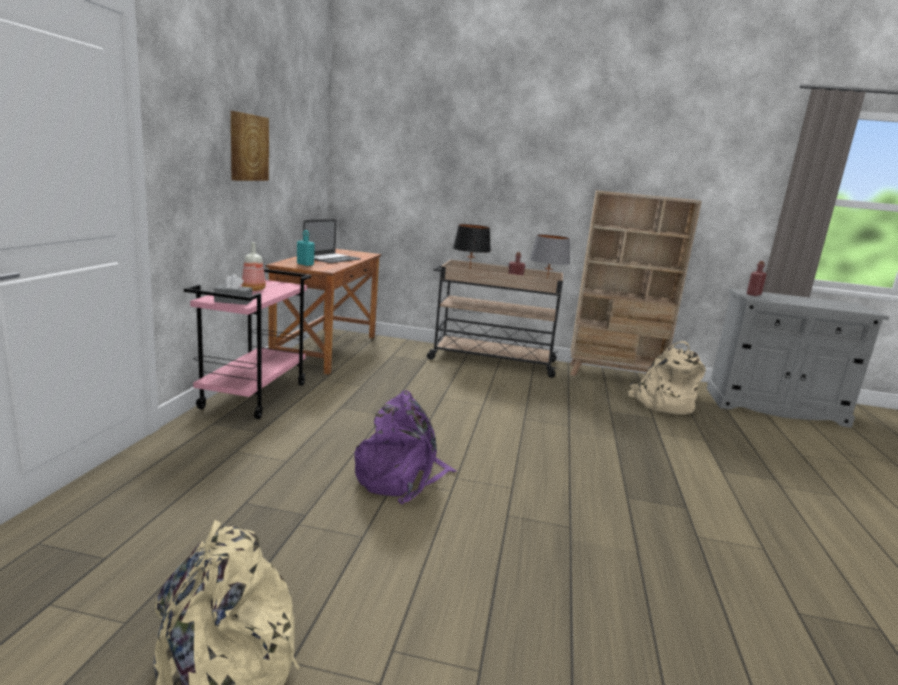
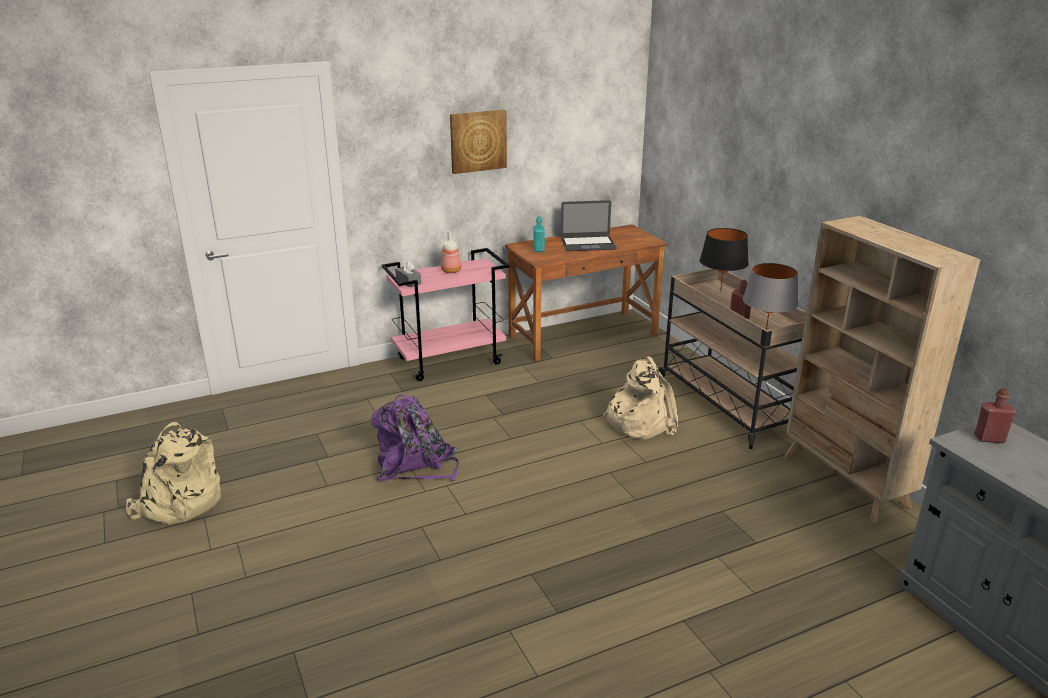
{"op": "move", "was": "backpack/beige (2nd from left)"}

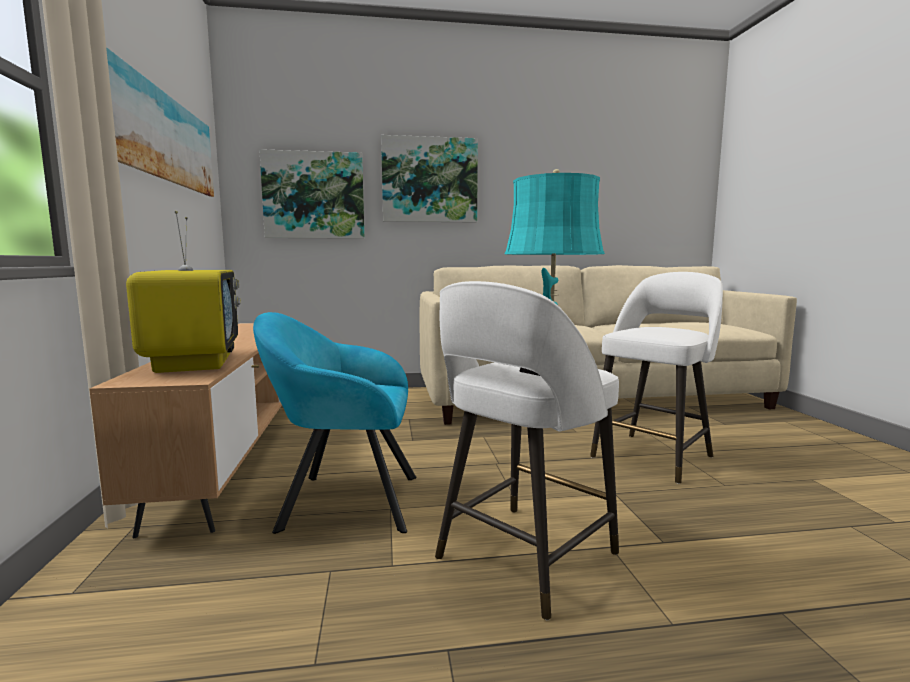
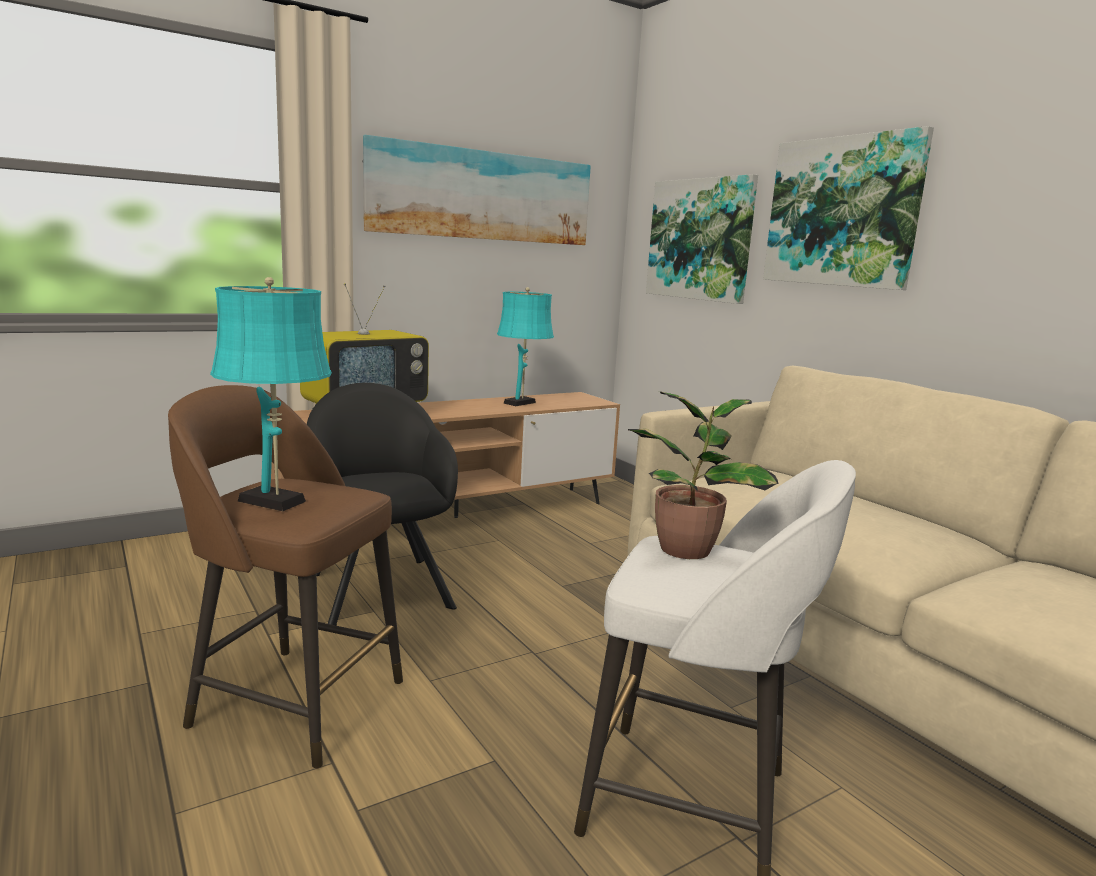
{"op": "insert", "now": "table lamp/turquoise (2nd from left)"}
{"op": "insert", "now": "potted plant"}
{"op": "recolor", "was": "armchair/turquoise", "now": "armchair/black"}
{"op": "recolor", "was": "stool/white (1st from left)", "now": "stool/brown"}

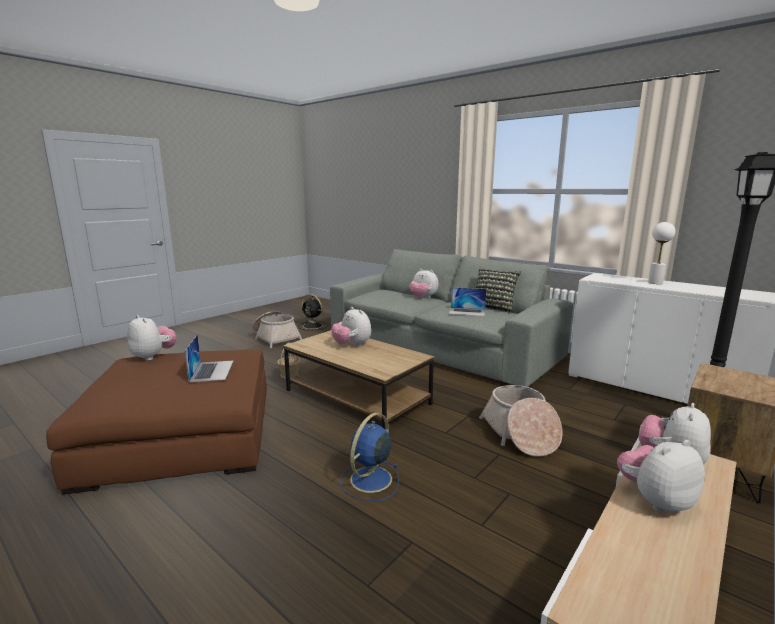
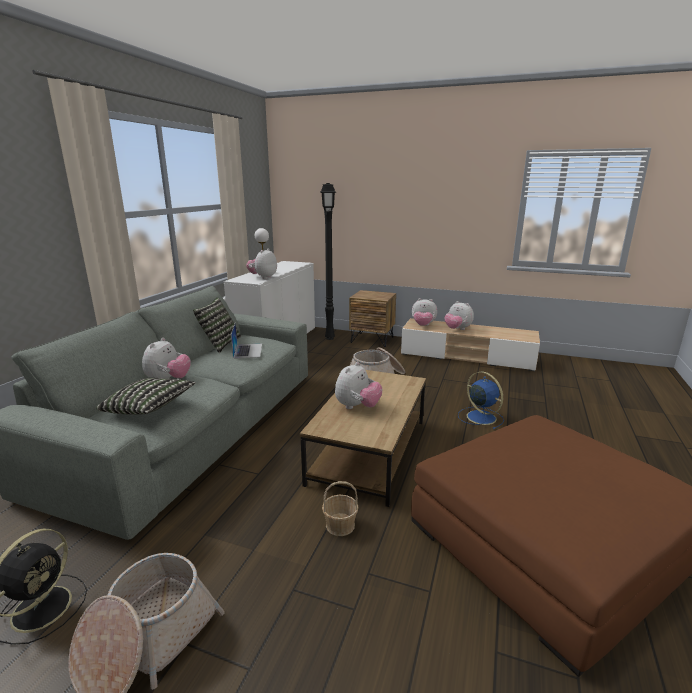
{"op": "delete", "was": "laptop (1st from left)"}
{"op": "insert", "now": "pillow (1st from left)"}
{"op": "move", "was": "plush toy (1st from left in the first image)", "now": "plush toy (2nd from left)"}
{"op": "rotate", "was": "fan/blue", "clockwise": -135}

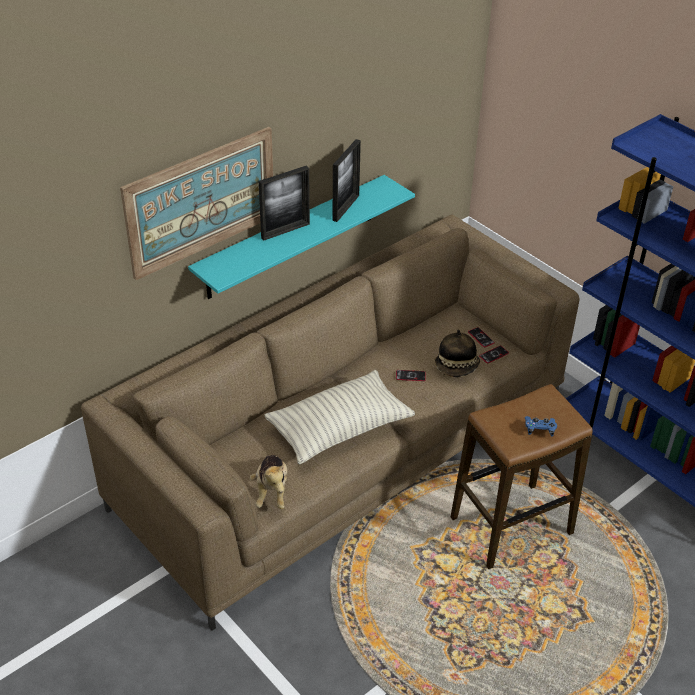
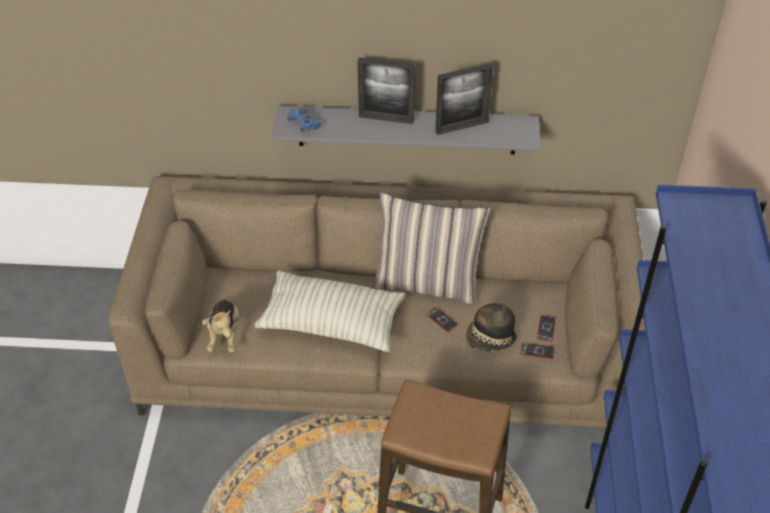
{"op": "delete", "was": "picture"}
{"op": "insert", "now": "pillow (2nd from left)"}
{"op": "move", "was": "game controller/blue"}
{"op": "recolor", "was": "shelf/turquoise", "now": "shelf/grey"}
{"op": "rotate", "was": "plush toy", "clockwise": -45}

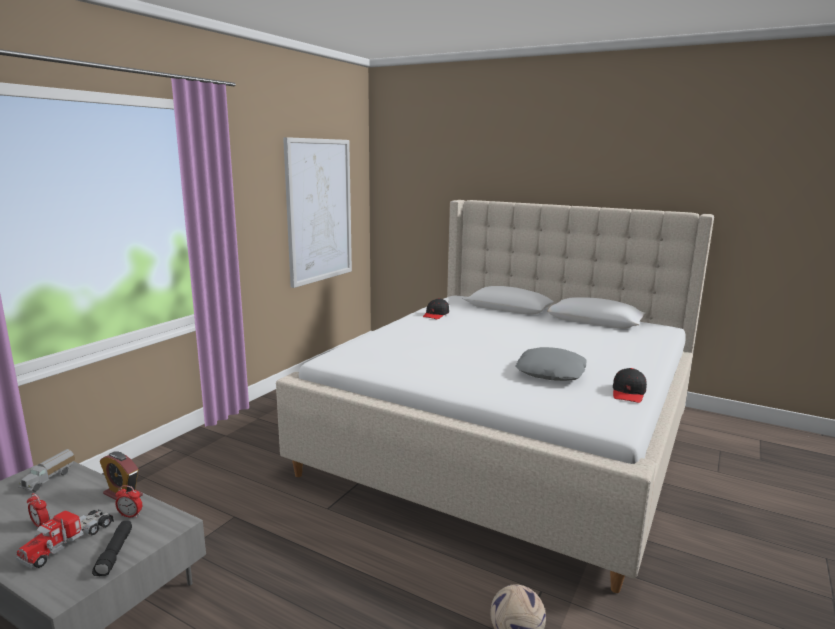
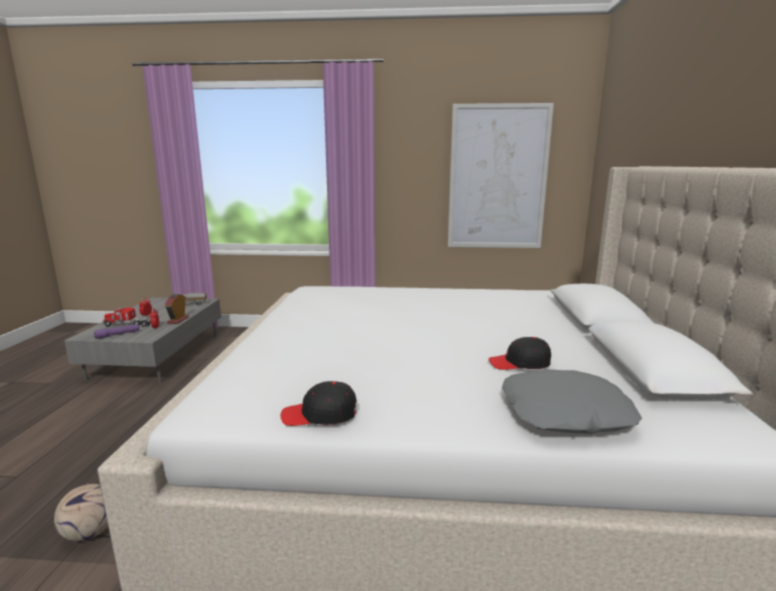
{"op": "move", "was": "cap/black (1st from left in the first image)", "now": "cap/black (2nd from left)"}
{"op": "move", "was": "pillow/grey"}
{"op": "recolor", "was": "flashlight/black", "now": "flashlight/purple"}

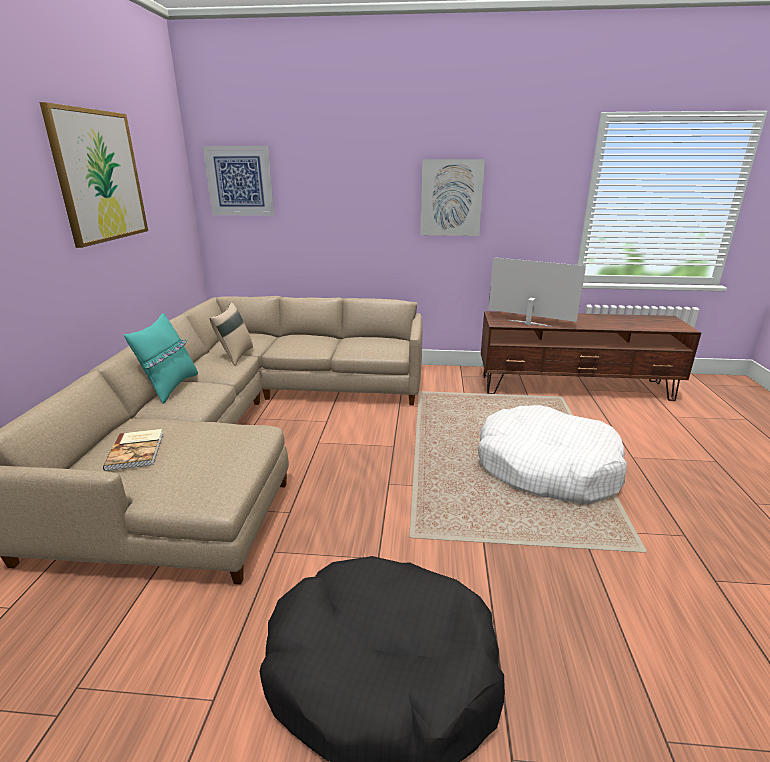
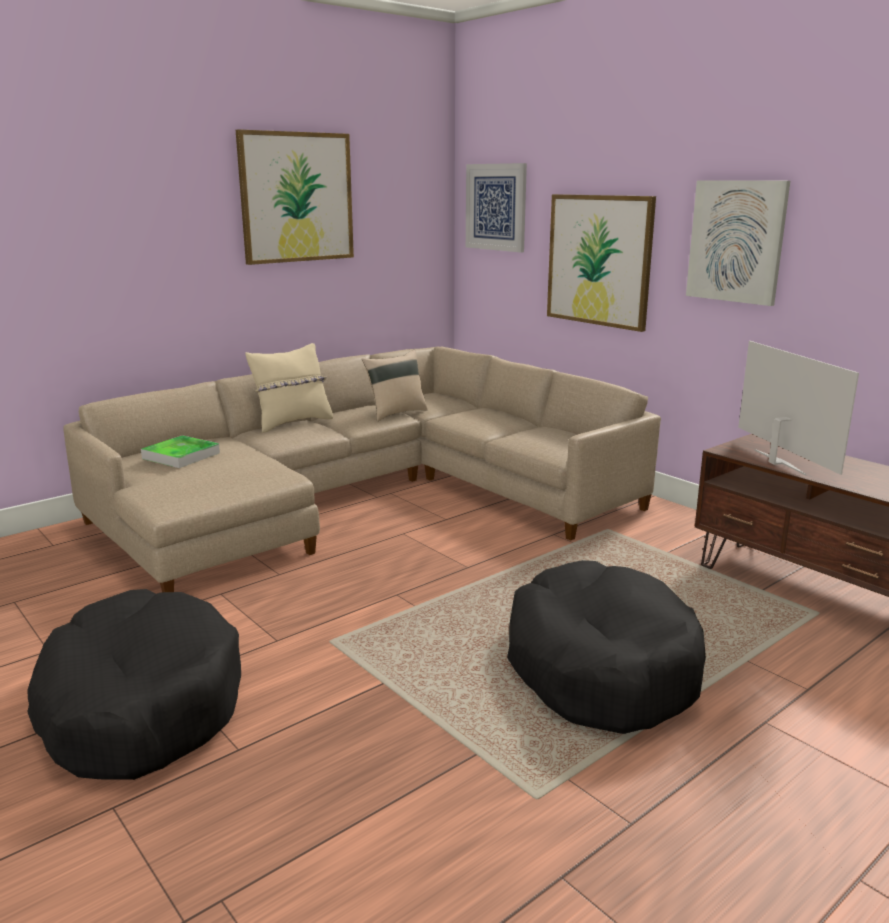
{"op": "insert", "now": "picture (3rd from left)"}
{"op": "replace", "was": "book", "now": "tray"}
{"op": "recolor", "was": "pillow/turquoise", "now": "pillow/beige (1st from left)"}
{"op": "recolor", "was": "dog bed/white", "now": "dog bed/black (2nd from left)"}

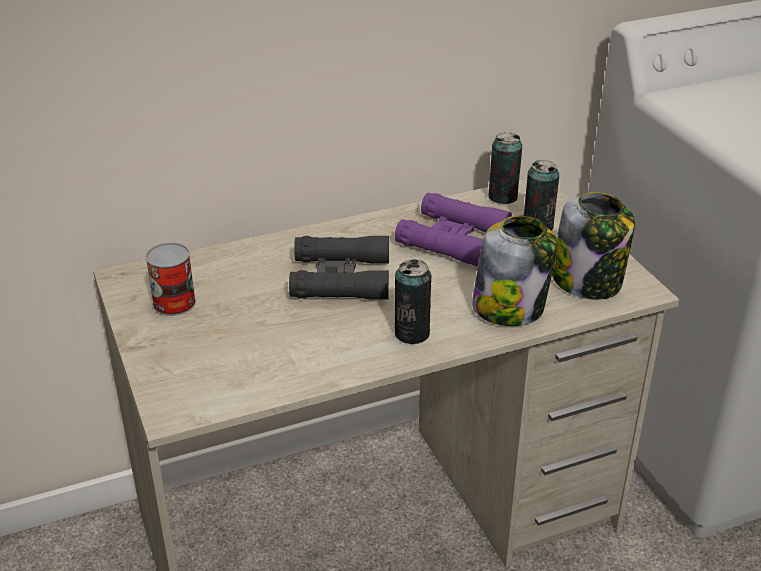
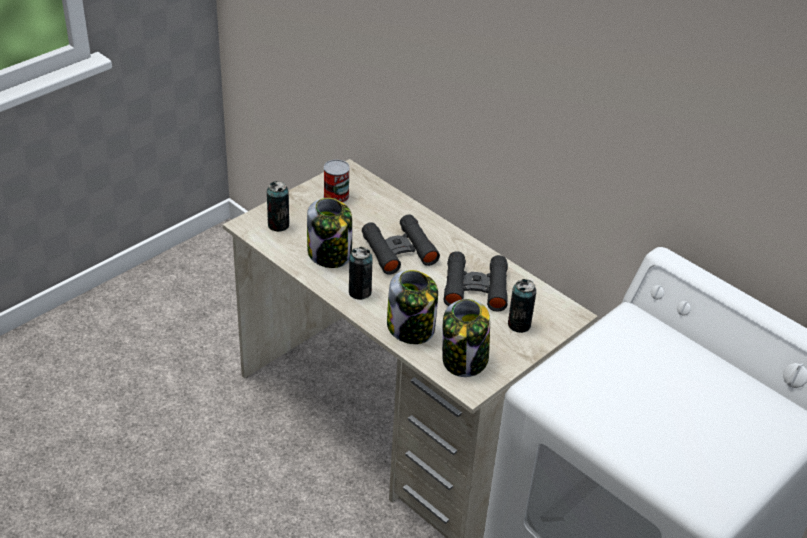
{"op": "insert", "now": "jar (1st from left)"}
{"op": "move", "was": "can (3rd from left in the first image)", "now": "can (1st from left)"}
{"op": "recolor", "was": "binoculars/purple", "now": "binoculars/black (2nd from left)"}

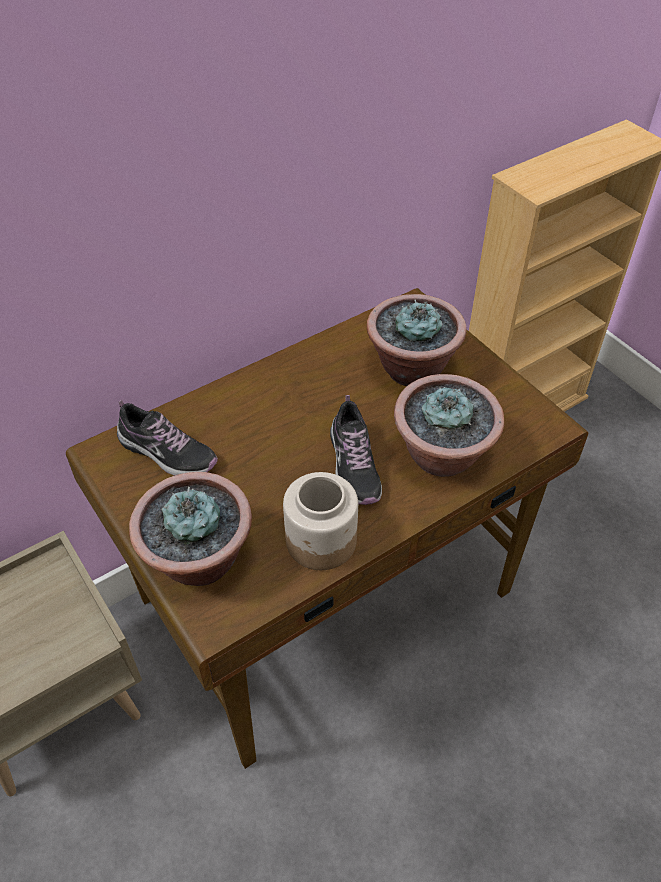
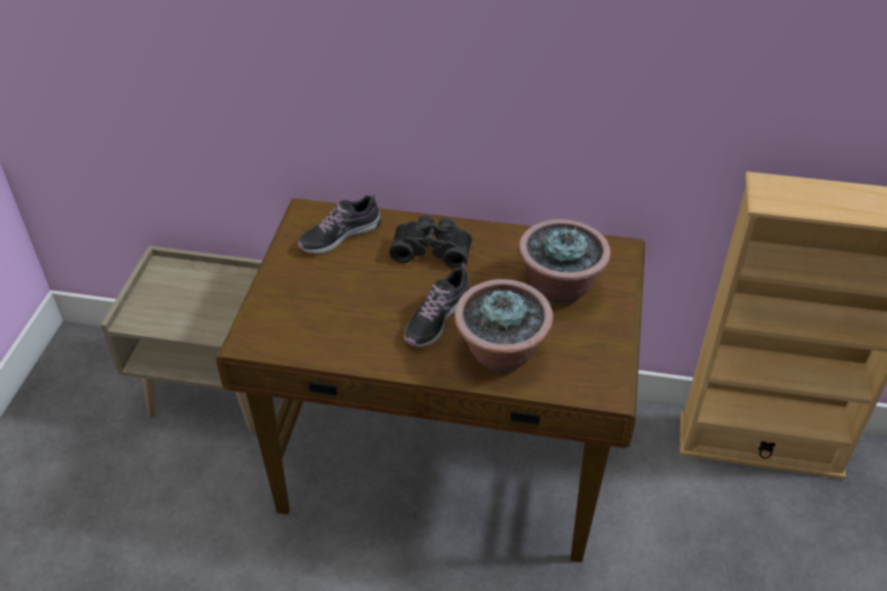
{"op": "delete", "was": "potted plant (1st from left)"}
{"op": "delete", "was": "jar"}
{"op": "insert", "now": "binoculars/black"}
{"op": "rotate", "was": "shoe (1st from left)", "clockwise": 75}

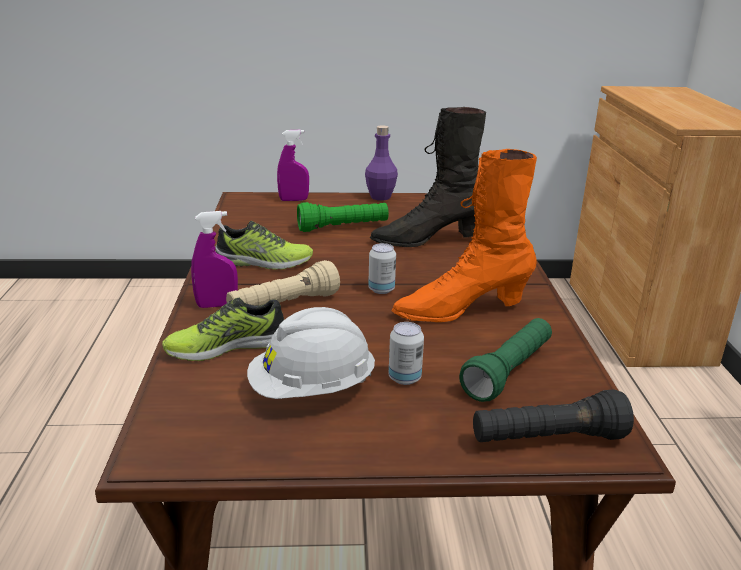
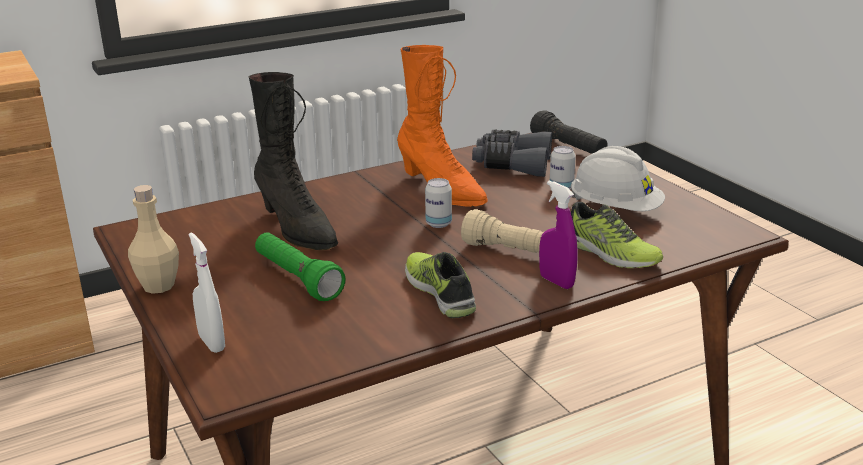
{"op": "replace", "was": "flashlight/green (2nd from left)", "now": "binoculars/grey"}
{"op": "recolor", "was": "spray bottle/purple (2nd from left)", "now": "spray bottle/white"}
{"op": "recolor", "was": "bottle/purple", "now": "bottle/beige"}

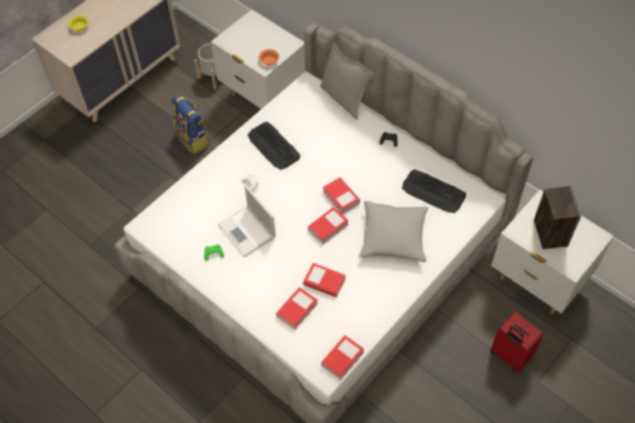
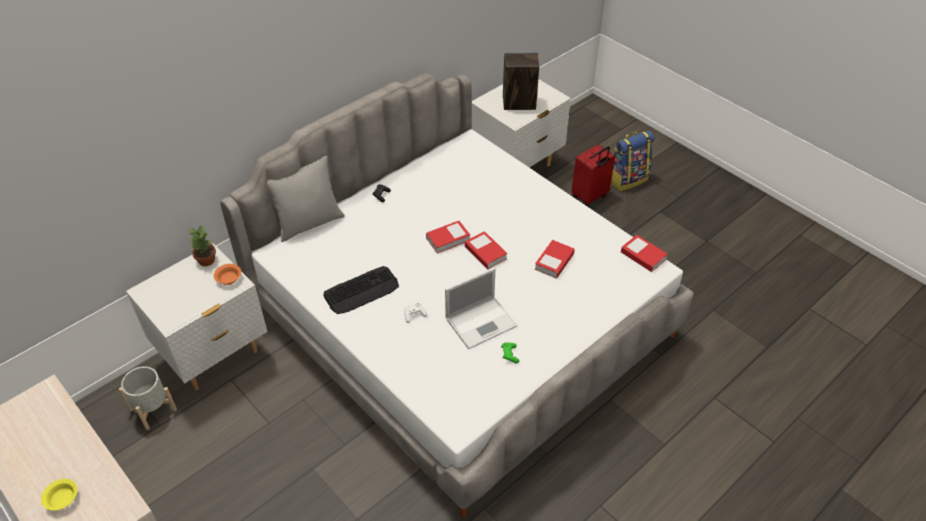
{"op": "delete", "was": "book (1st from left)"}
{"op": "delete", "was": "pillow/grey (2nd from left)"}
{"op": "delete", "was": "keyboard (2nd from left)"}
{"op": "insert", "now": "potted plant"}
{"op": "move", "was": "backpack"}

